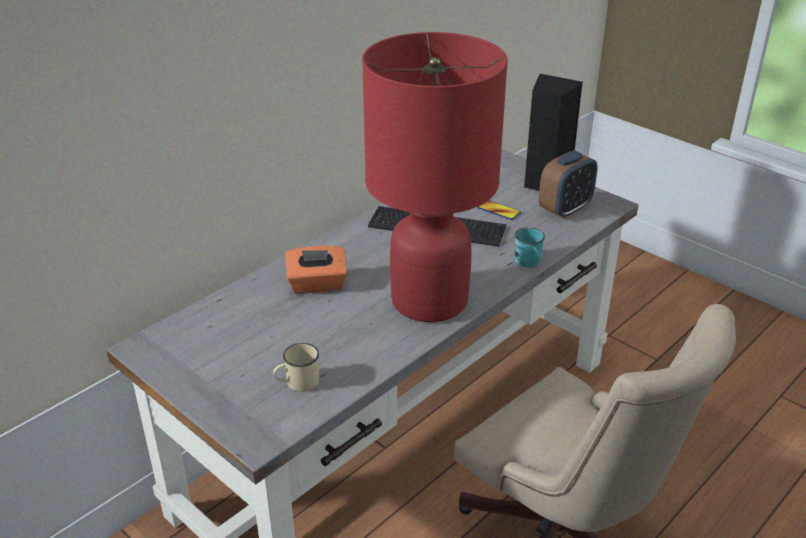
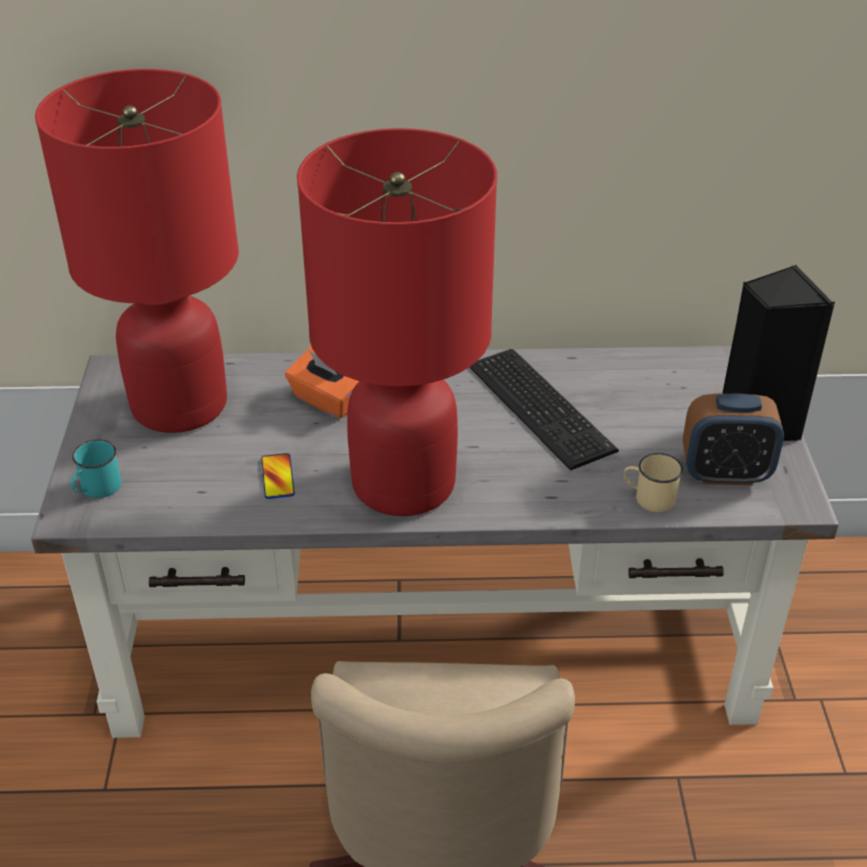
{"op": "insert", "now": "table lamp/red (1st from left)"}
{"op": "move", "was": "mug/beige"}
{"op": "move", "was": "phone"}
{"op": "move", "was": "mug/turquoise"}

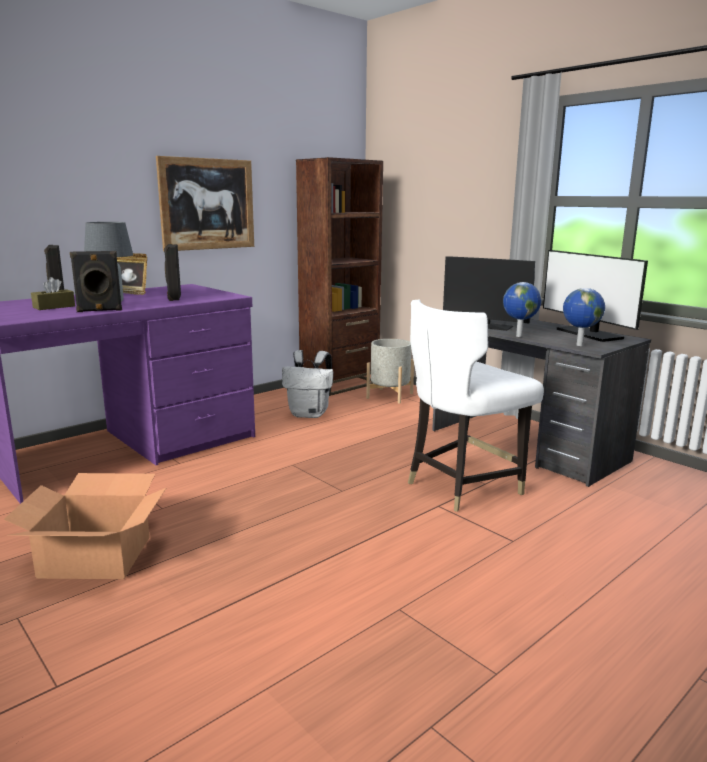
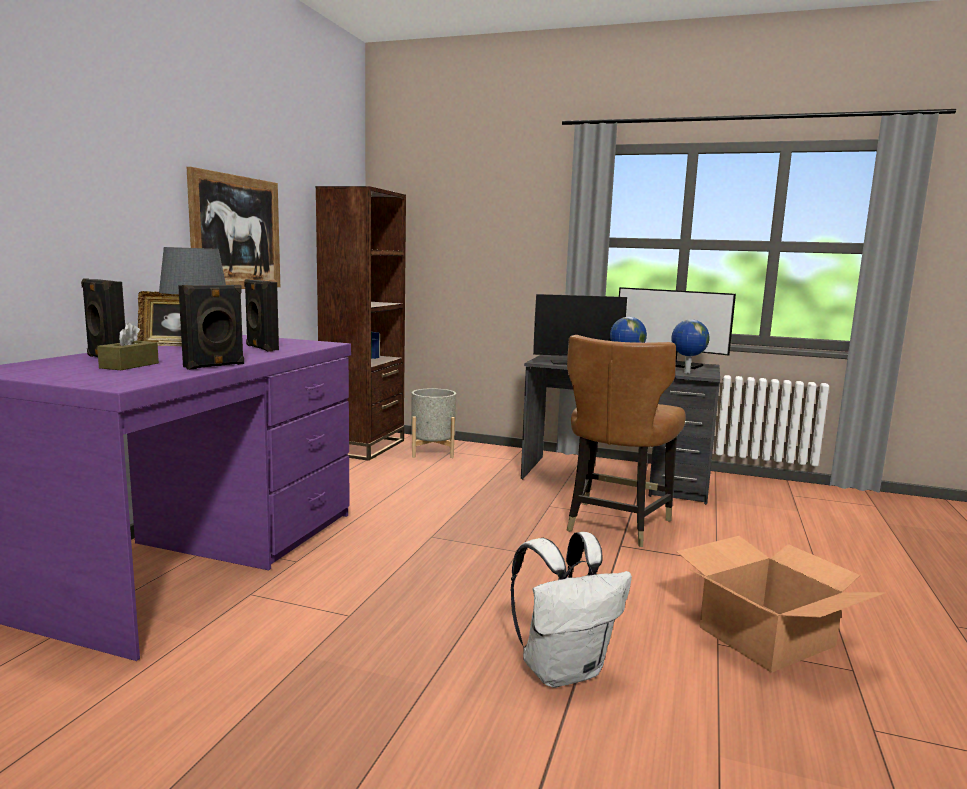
{"op": "move", "was": "cardboard box"}
{"op": "move", "was": "backpack/white"}
{"op": "recolor", "was": "chair/white", "now": "chair/brown"}

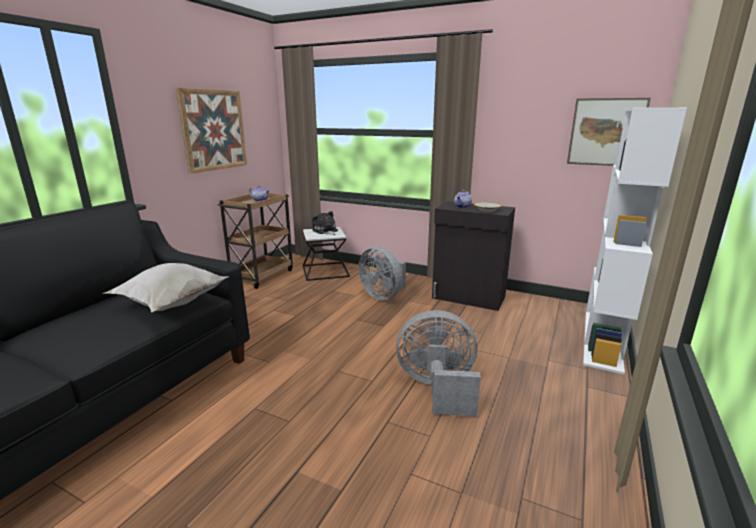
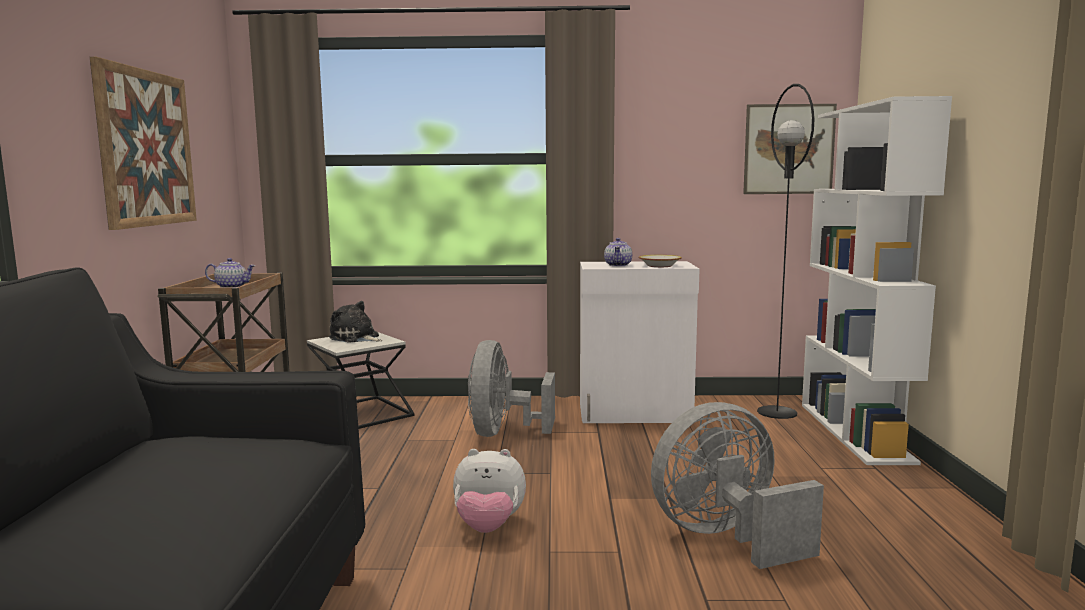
{"op": "delete", "was": "pillow/white"}
{"op": "insert", "now": "plush toy (2nd from left)"}
{"op": "insert", "now": "floor lamp/black"}
{"op": "recolor", "was": "cabinet/black", "now": "cabinet/white"}
{"op": "rotate", "was": "fan/grey (1st from left)", "clockwise": 75}

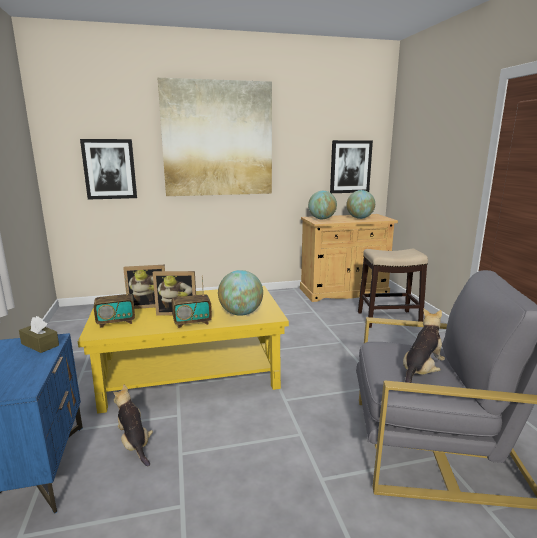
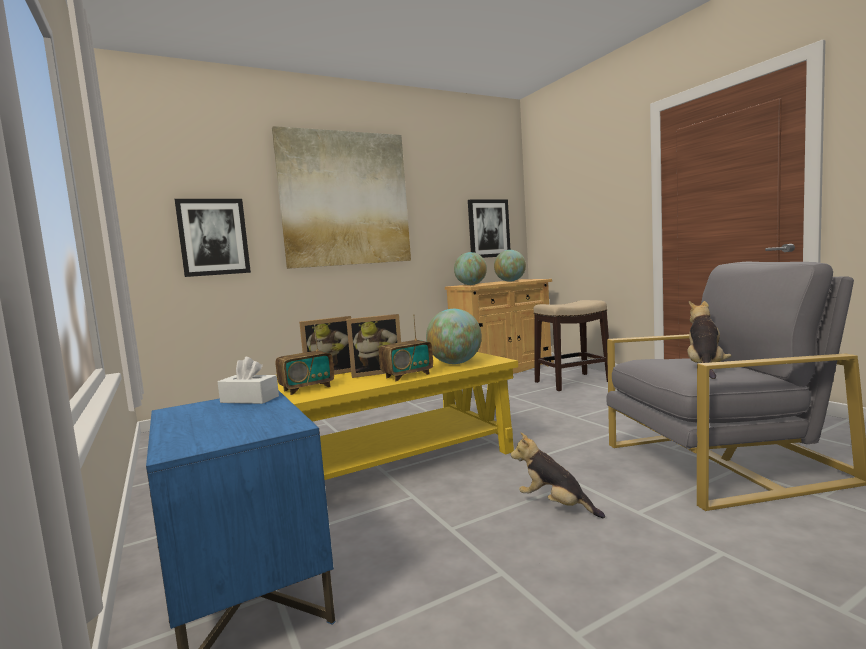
{"op": "move", "was": "plush toy (1st from left)"}
{"op": "recolor", "was": "tissue box/brown", "now": "tissue box/white"}

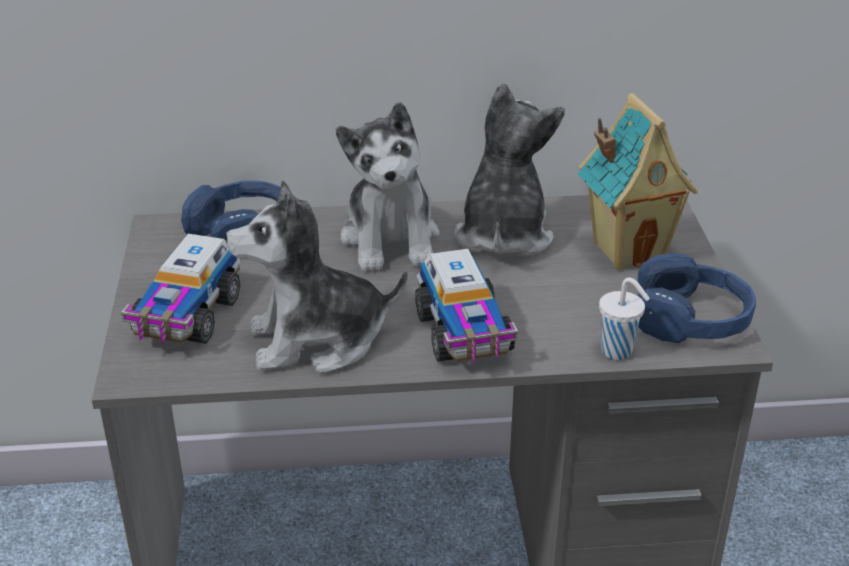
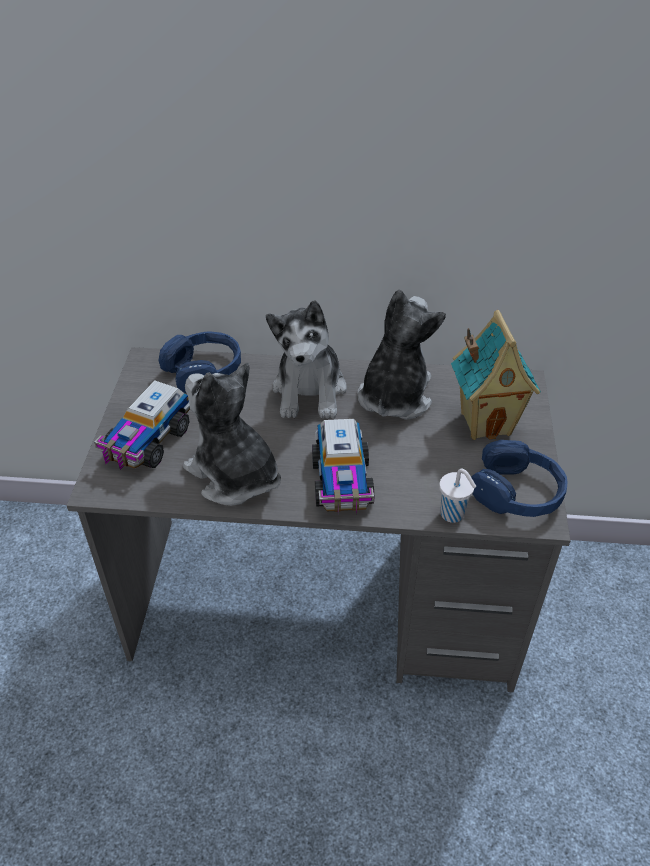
{"op": "rotate", "was": "plush toy (1st from left)", "clockwise": 45}

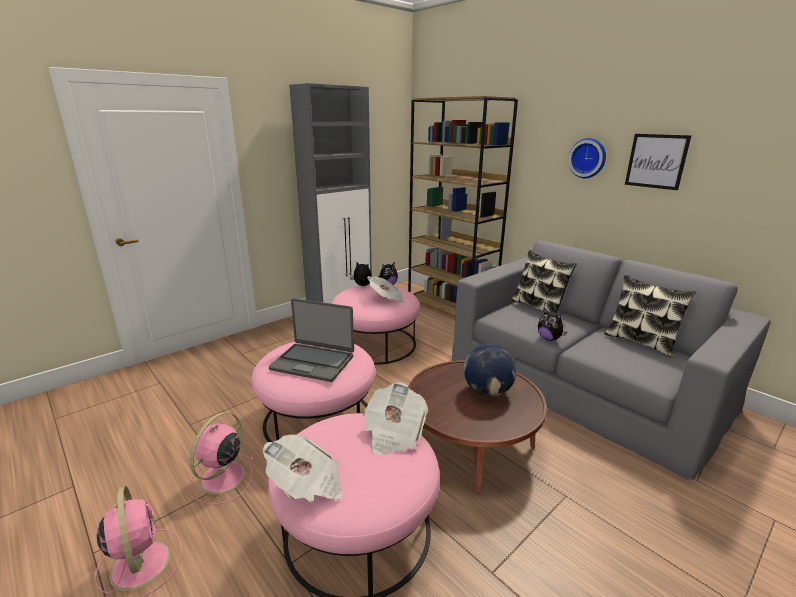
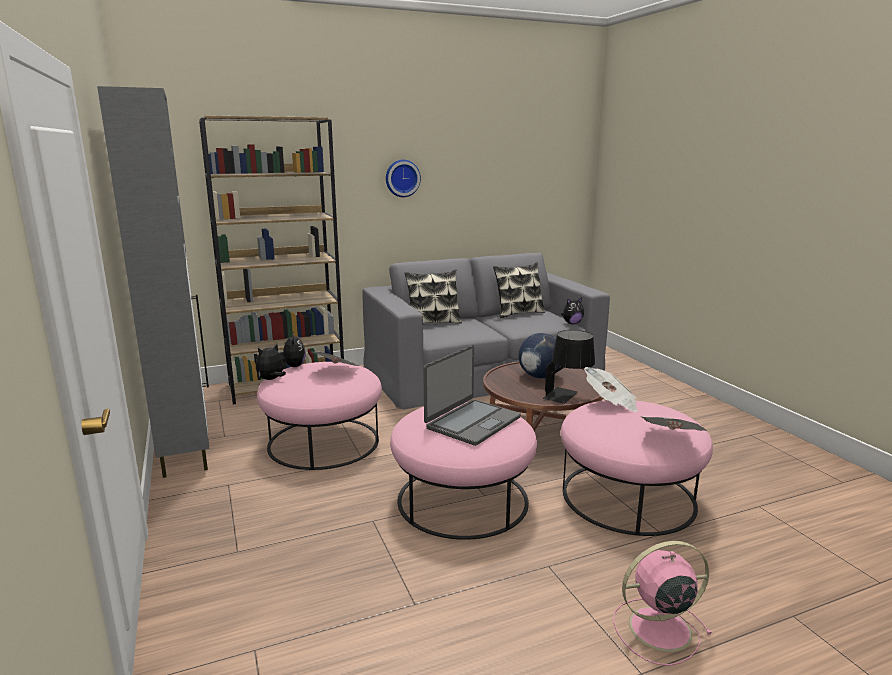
{"op": "delete", "was": "fan/pink (2nd from left)"}
{"op": "delete", "was": "picture"}
{"op": "insert", "now": "table lamp/black"}
{"op": "move", "was": "plush toy (3rd from left)"}

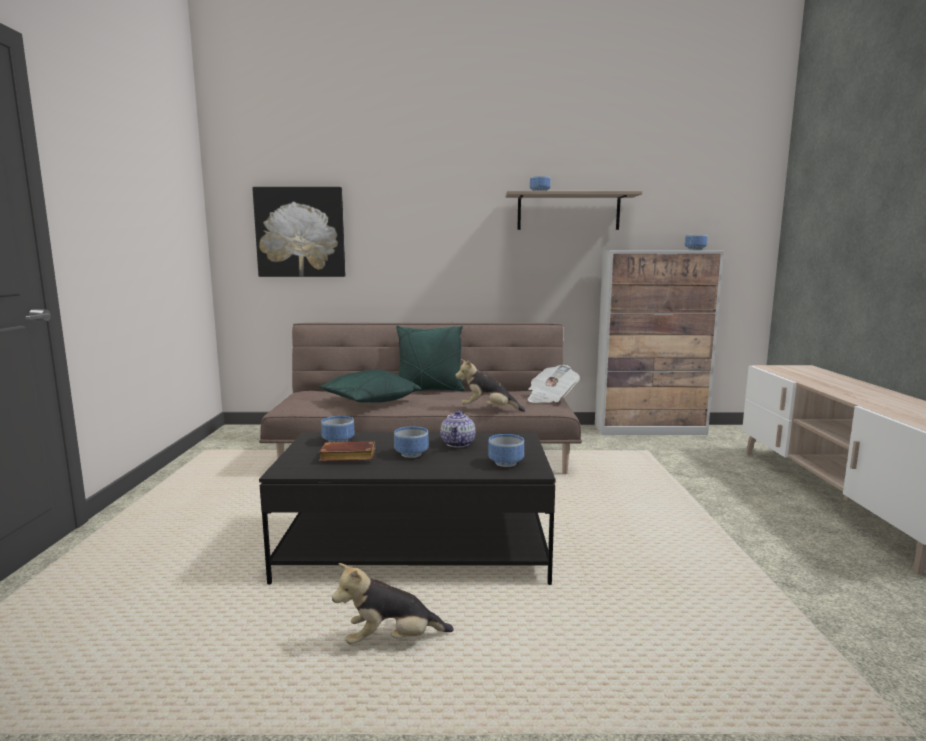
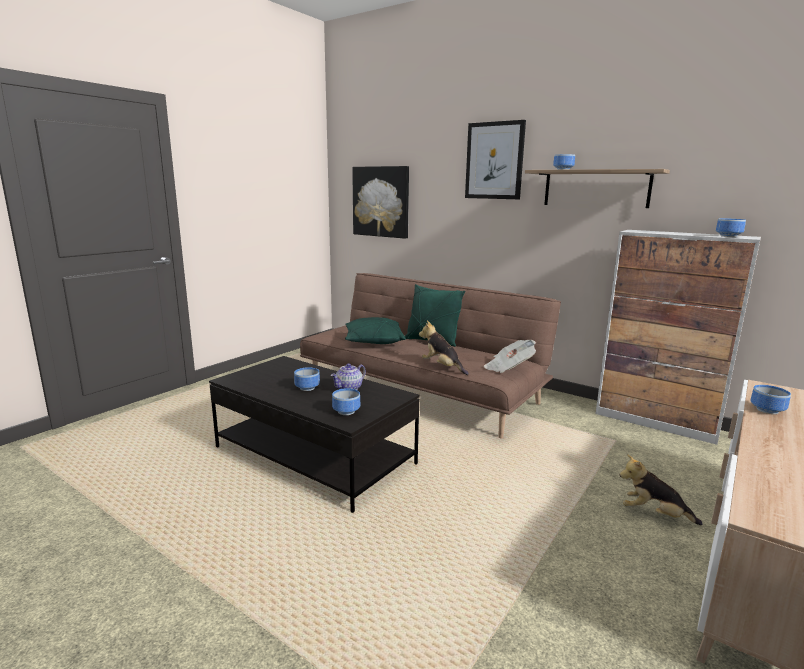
{"op": "delete", "was": "book/brown"}
{"op": "insert", "now": "picture (2nd from left)"}
{"op": "move", "was": "bowl (1st from left in the first image)", "now": "bowl (5th from left)"}
{"op": "move", "was": "plush toy (1st from left in the first image)", "now": "plush toy (2nd from left)"}

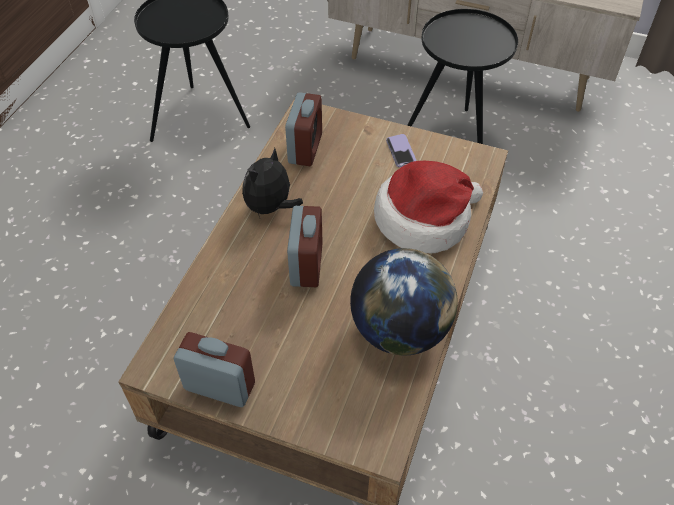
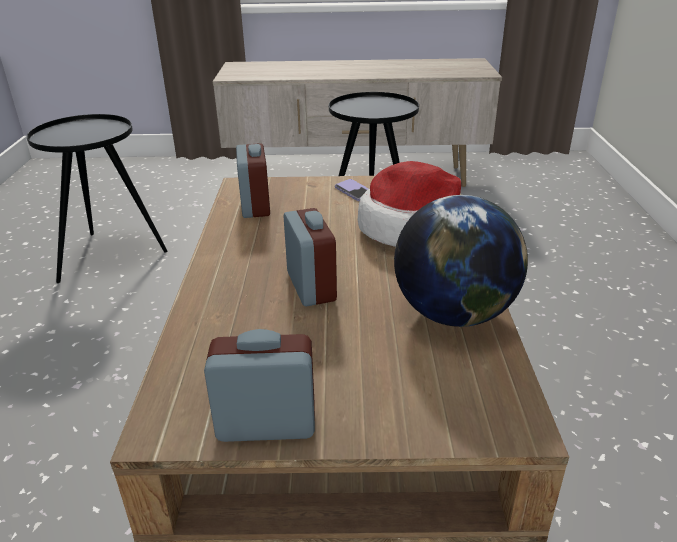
{"op": "delete", "was": "plush toy"}

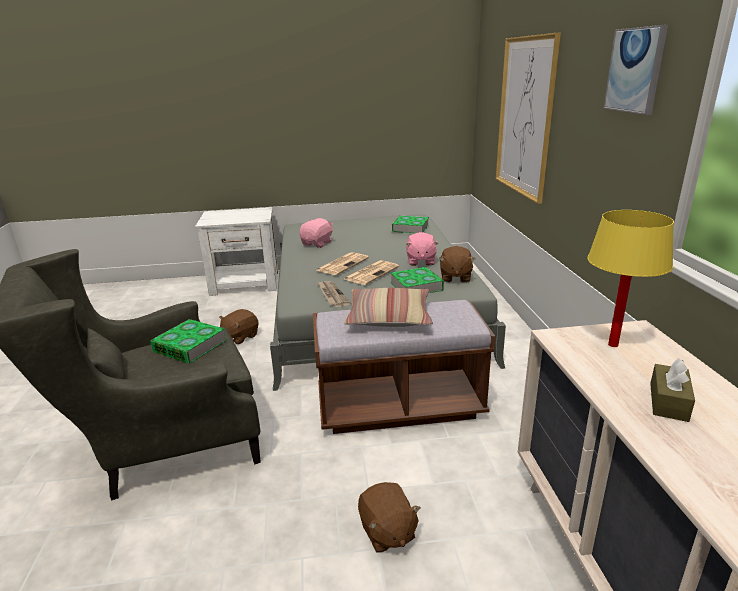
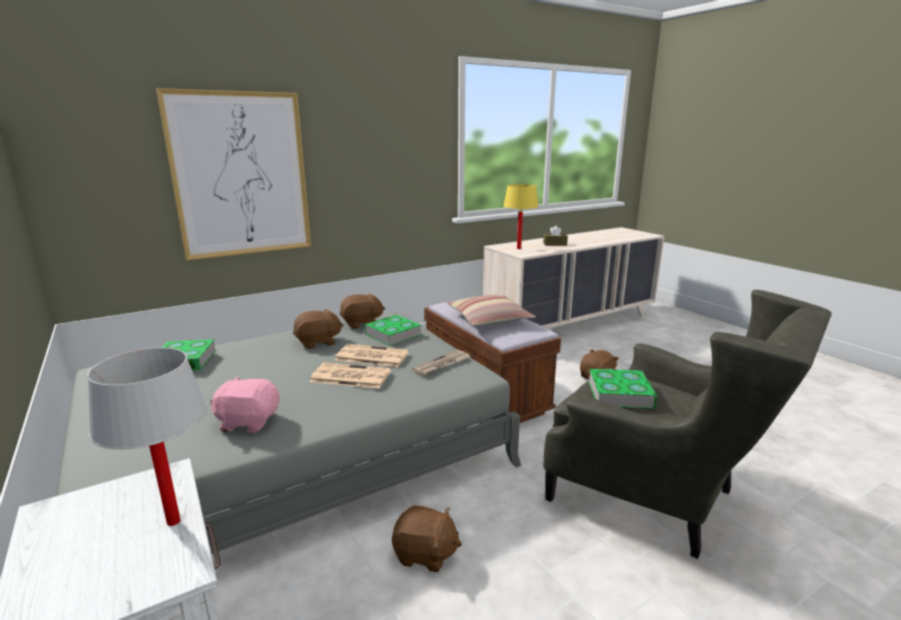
{"op": "delete", "was": "picture (2nd from left)"}
{"op": "insert", "now": "table lamp/white"}
{"op": "recolor", "was": "plush toy/pink (2nd from left)", "now": "plush toy/brown (1st from left)"}

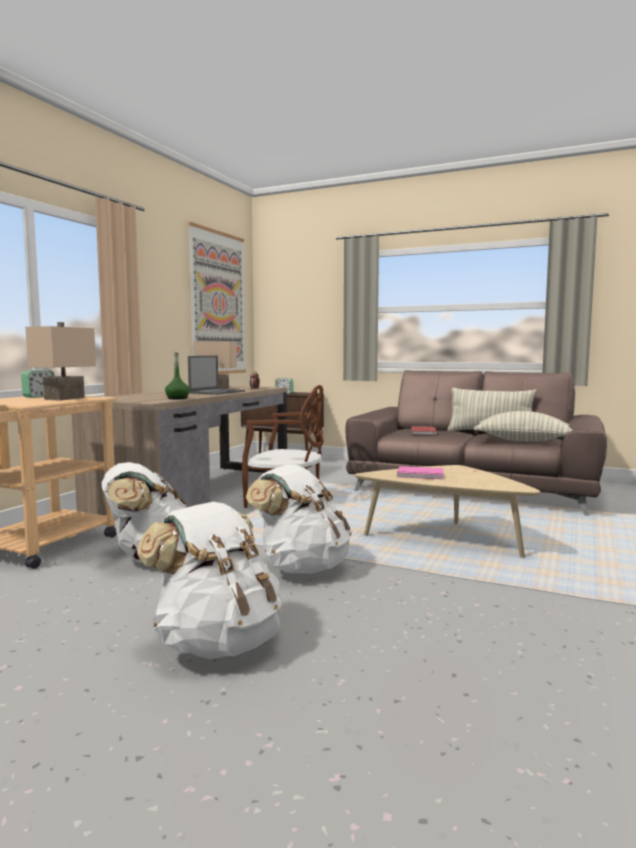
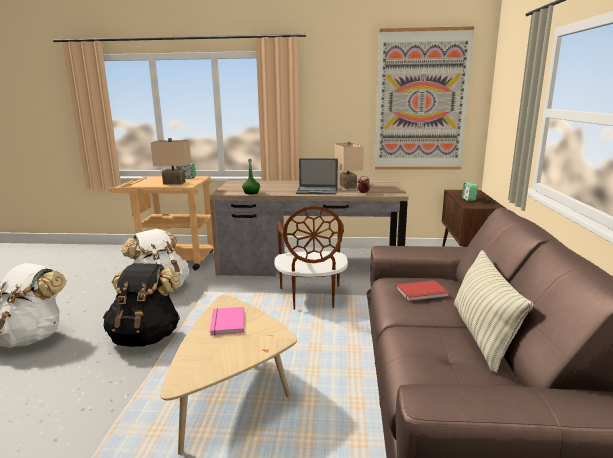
{"op": "delete", "was": "pillow (2nd from left)"}
{"op": "recolor", "was": "backpack/white (3rd from left)", "now": "backpack/black"}

